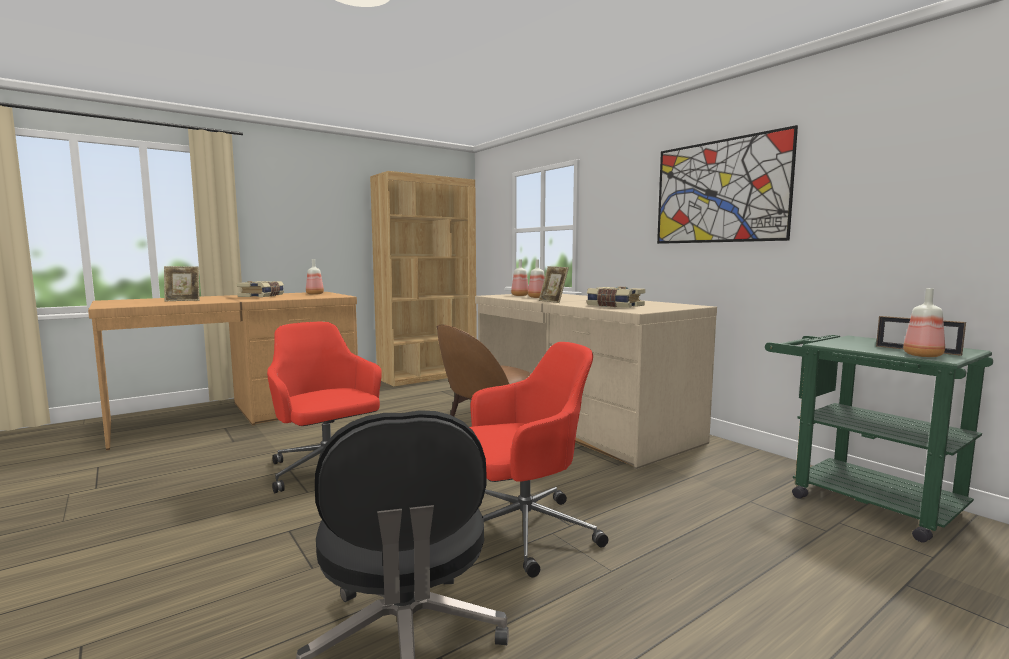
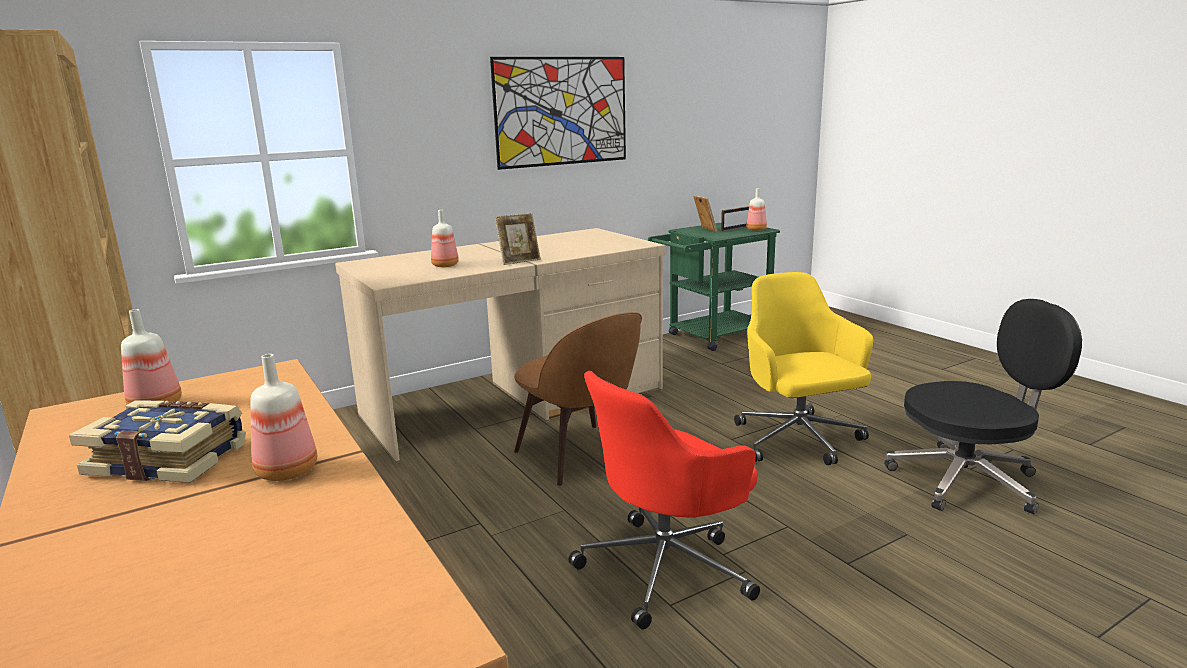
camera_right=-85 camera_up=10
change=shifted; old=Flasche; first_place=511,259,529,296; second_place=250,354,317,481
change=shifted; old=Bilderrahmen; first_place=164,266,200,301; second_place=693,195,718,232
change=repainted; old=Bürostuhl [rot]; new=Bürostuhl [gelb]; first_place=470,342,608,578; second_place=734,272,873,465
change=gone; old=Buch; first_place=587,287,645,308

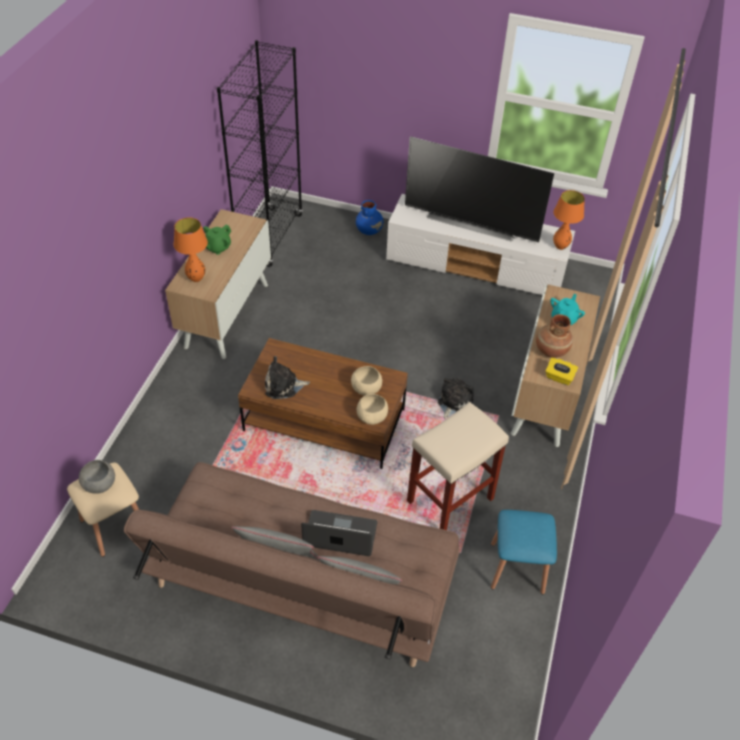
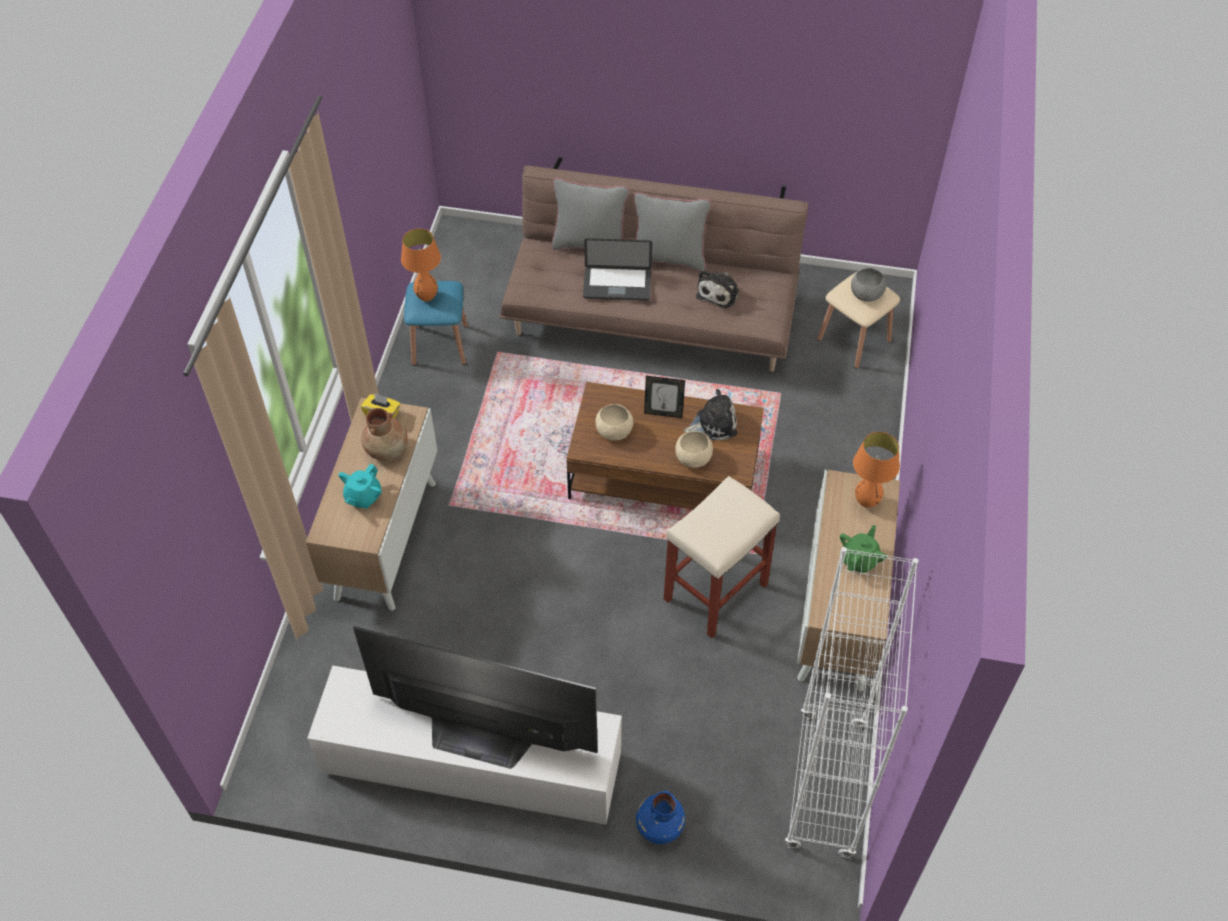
camera_right=175 camera_up=5
change=shifted; old=Tischlampe [orange]; first_place=553,190,585,250; second_place=401,228,441,302
change=new; new=Bilderrahmen; second_place=644,376,685,418
change=shifted; old=Hocker [beige]; first_place=407,402,509,530; second_place=664,476,780,638
change=shifted; old=Schüssel [beige]; first_place=357,394,388,425; second_place=675,431,713,468
change=shifted; old=Plüschtier; first_place=438,378,474,419; second_place=696,270,739,309
change=repainted; old=Bücherregal [schwarz]; new=Bücherregal [weiß]; first_place=217,40,303,267; second_place=785,547,918,859

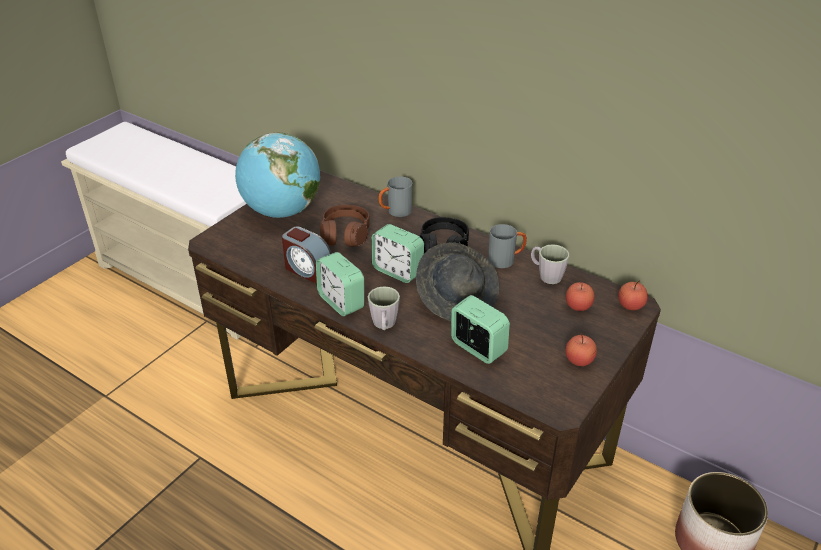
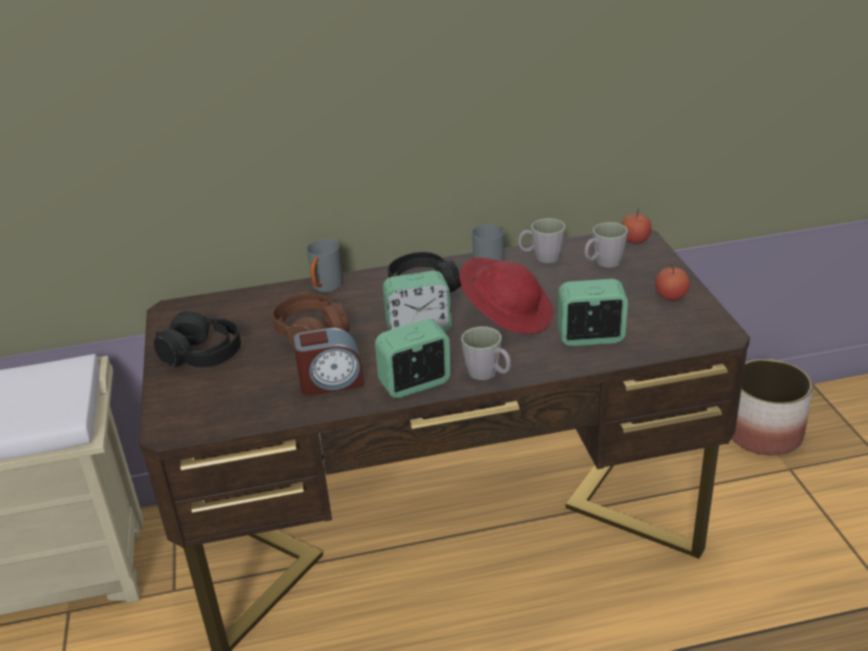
camera_right=-45 camera_up=-5
change=swapped; old=Globus; new=Kopfhörer [schwarz]; first_place=235,133,320,218; second_place=154,311,241,367
change=rotated; old=Wecker; first_place=316,252,364,316; second_place=375,319,451,398; degrees=150
change=repainted; old=Hut [grau]; new=Hut [rot]; first_place=416,242,499,321; second_place=459,258,553,334
change=swapped; old=Apfel; new=Henkelbecher [grau]; first_place=566,282,595,311; second_place=584,222,628,267

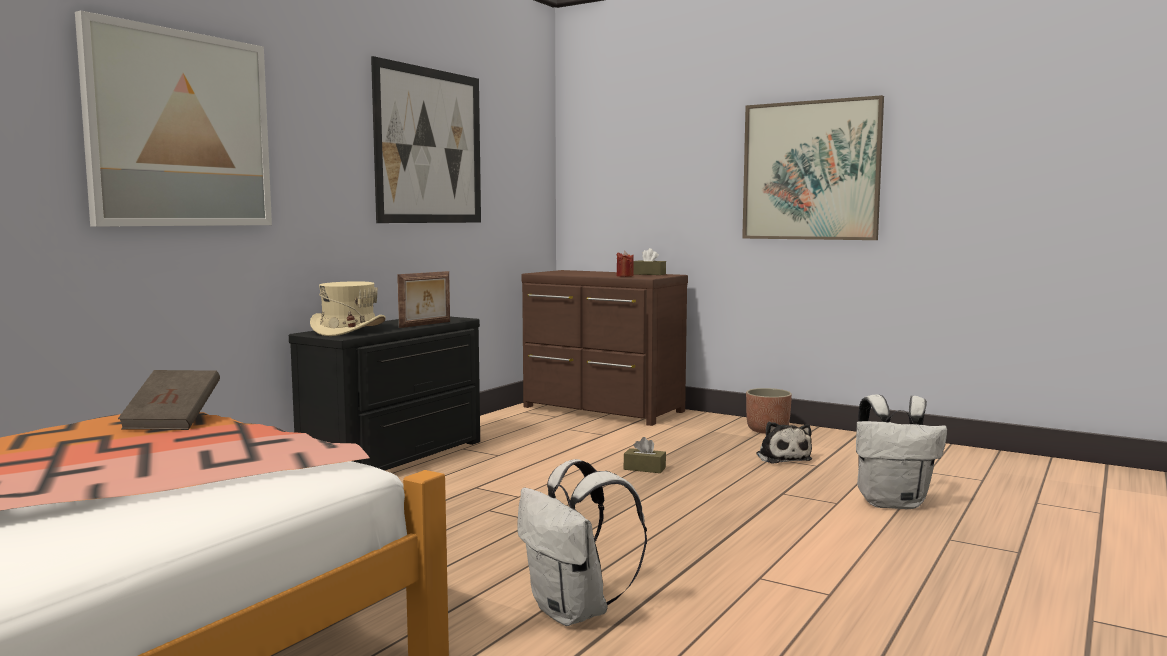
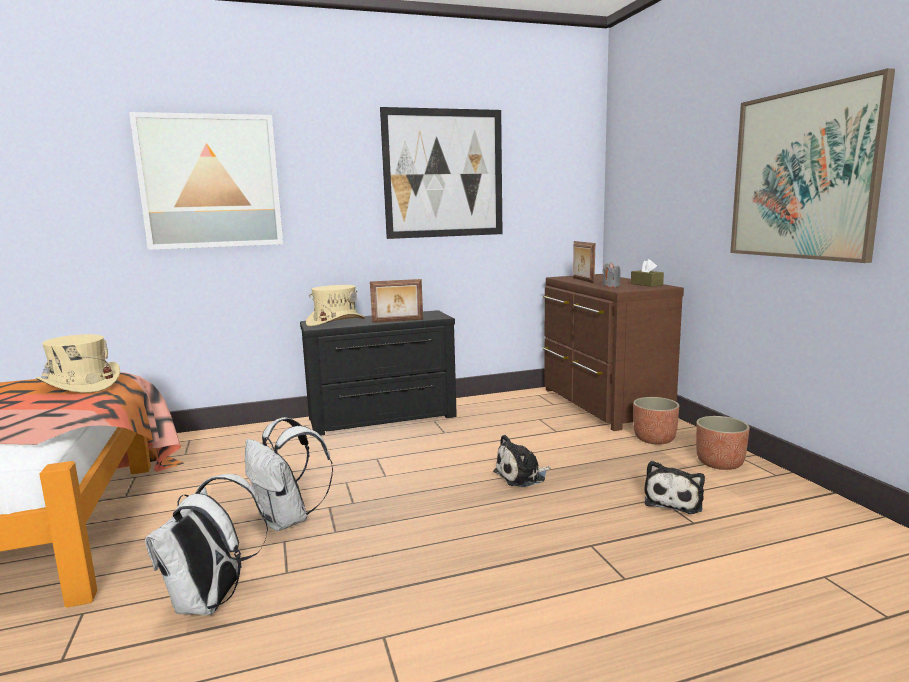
camera_right=40 camera_up=5
change=swapped; old=Buch [braun]; new=Hut [beige]; first_place=118,370,220,430; second_place=36,334,120,393
change=shifted; old=Rucksack [weiß]; first_place=856,394,947,509; second_place=245,417,333,531
change=swapped; old=Taschentuchbox [braun]; new=Plüschtier; first_place=624,437,666,473; second_place=493,435,551,487
change=new; new=Bilderrahmen; second_place=573,241,595,283
change=repainted; old=Kerze [rot]; new=Kerze [grau]; first_place=617,251,634,277; second_place=603,262,620,287
change=new; new=Pflanzkübel; second_place=633,397,679,444

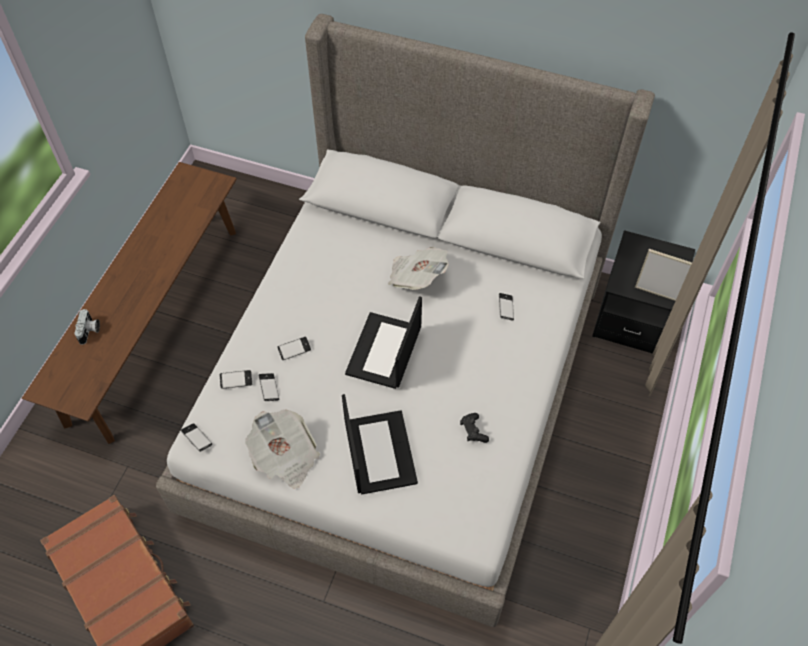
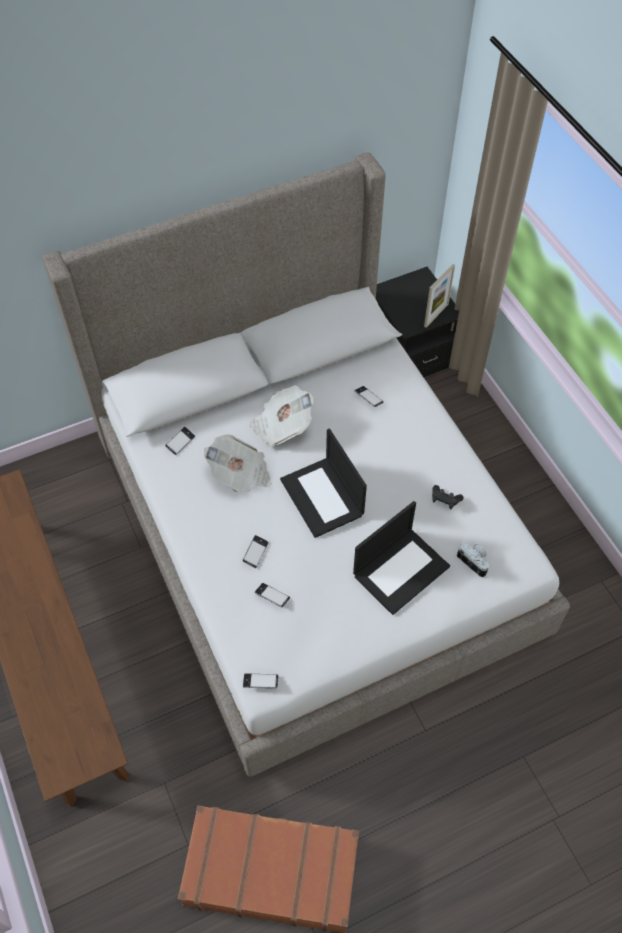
camera_right=-45 camera_up=0
change=shifted; old=Handy; first_place=220,370,252,389; second_place=165,427,195,455
change=shifted; old=Zeitung; first_place=245,410,320,489; second_place=204,435,272,492
change=rotated; old=Laptop; first_place=342,394,418,494; second_place=353,501,450,615; degrees=105
change=rotated; old=Bilderrahmen; first_place=635,249,692,301; second_place=424,264,455,328; degrees=150
change=shifted; old=Kamera; first_place=74,309,100,345; second_place=457,543,489,577

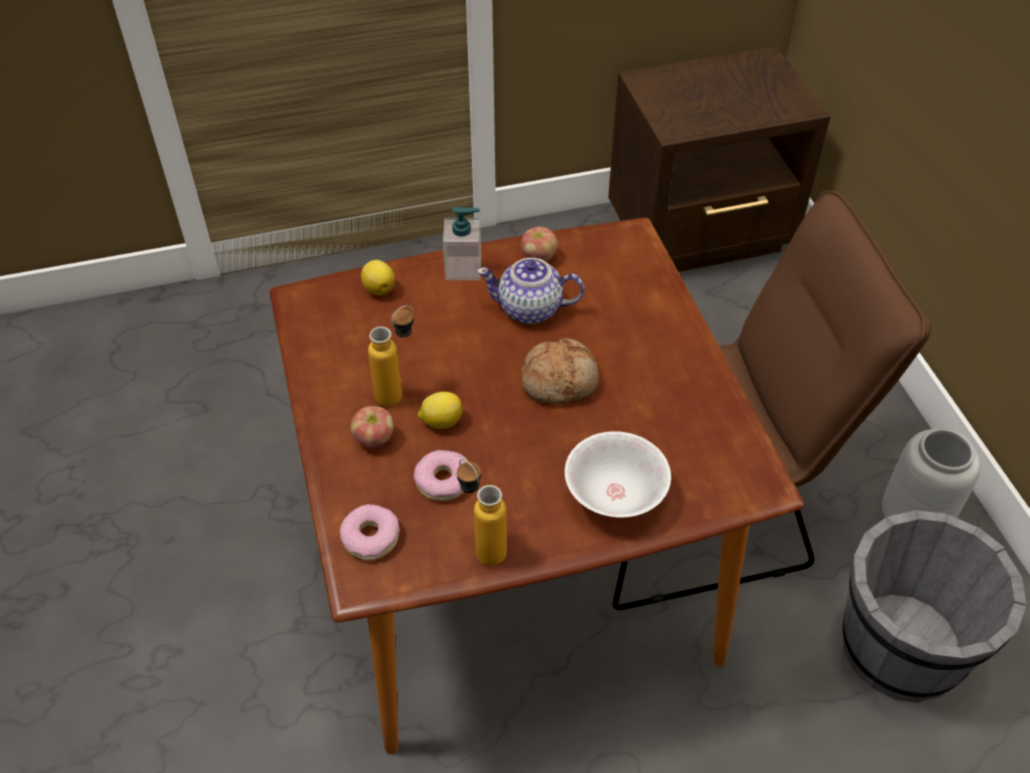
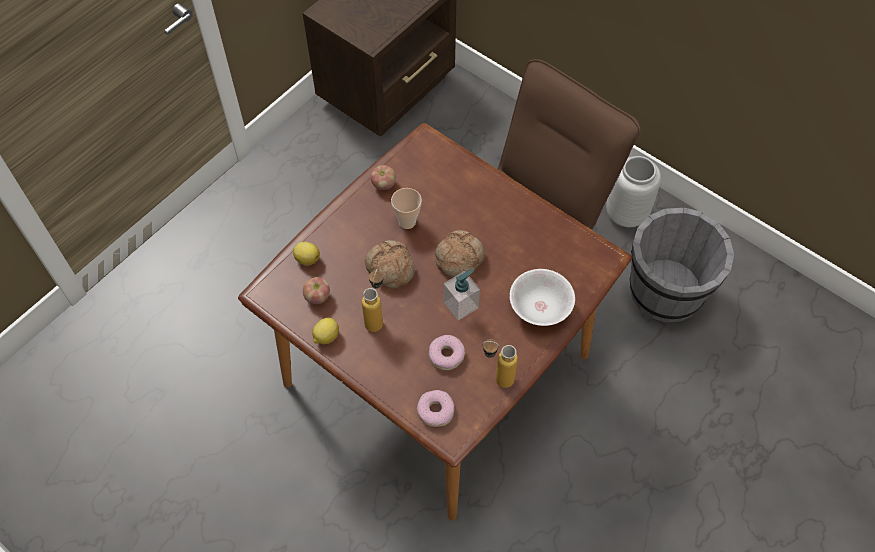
camera_right=-35 camera_up=10
change=shifted; old=Apfel; first_place=350,406,394,448; second_place=303,277,330,304
change=shifted; old=Zitrone; first_place=418,392,463,429; second_place=312,318,339,344
change=new; new=Brot; second_place=365,240,415,288
change=swapped; old=Teekanne; new=Tasse; first_place=477,258,585,324; second_place=391,188,422,229
change=shifted; old=Seifenspender; first_place=443,207,481,280; second_place=444,269,480,321

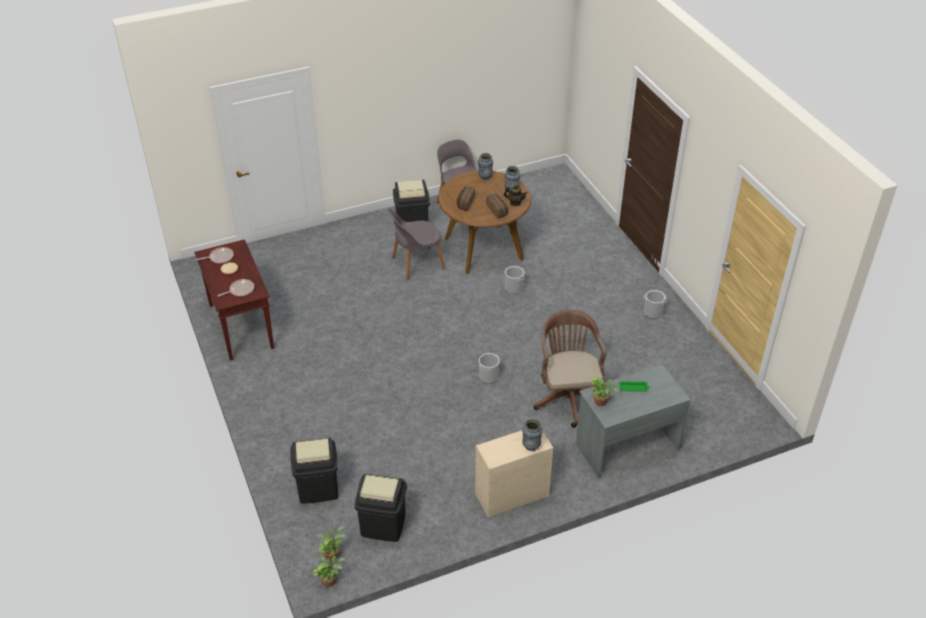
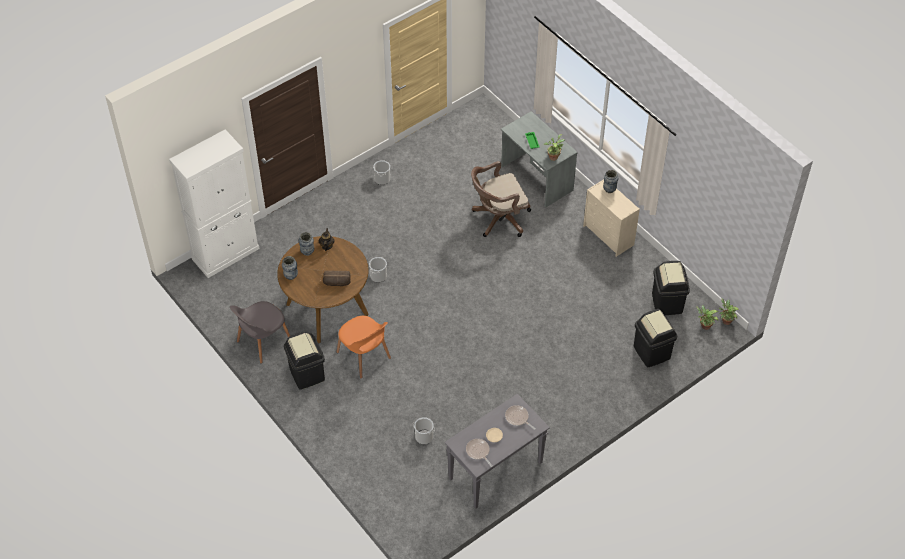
camera_right=-105 camera_up=10
change=new; new=Schrank [weiß]; second_place=169,129,260,278
change=repainted; old=Stuhl [grau]; new=Stuhl [orange]; first_place=388,209,445,280; second_place=337,316,391,378
change=shifted; old=Eimer; first_place=479,353,500,383; second_place=413,417,435,444
change=repainted; old=Konsolentisch [braun]; new=Konsolentisch [grau]; first_place=194,239,274,361; second_place=445,394,550,509
change=gone; old=Brot; first_place=486,194,508,219

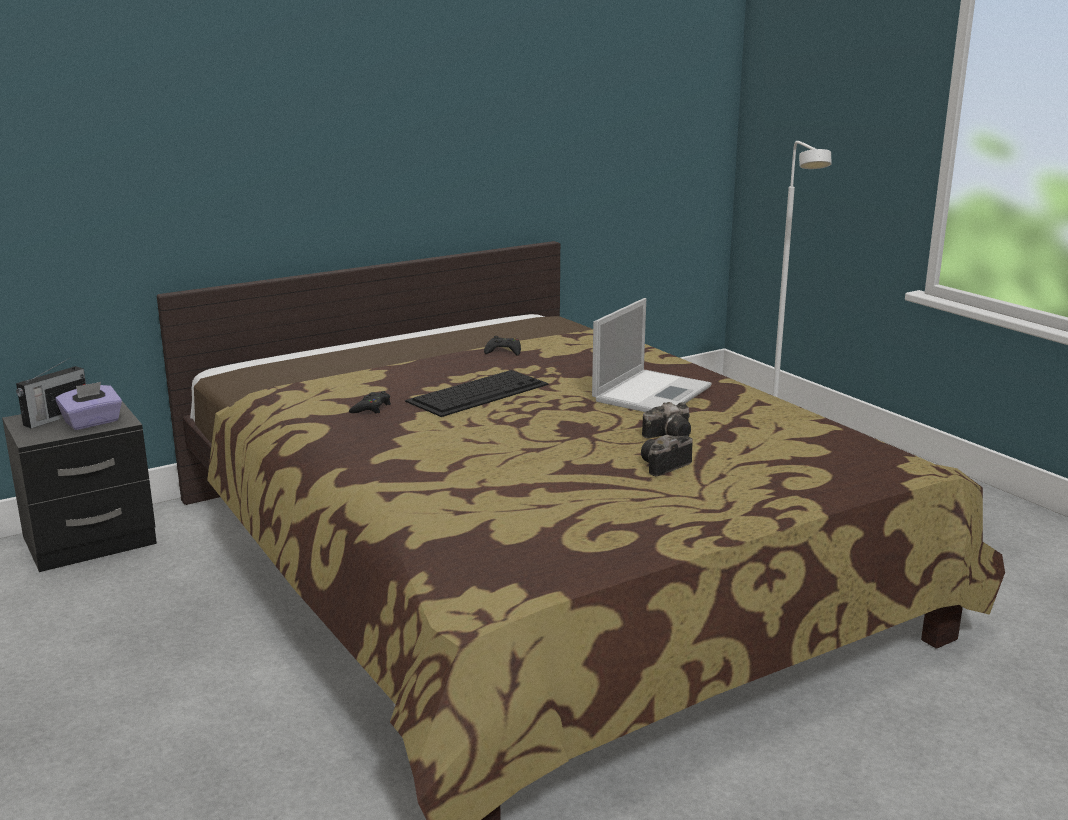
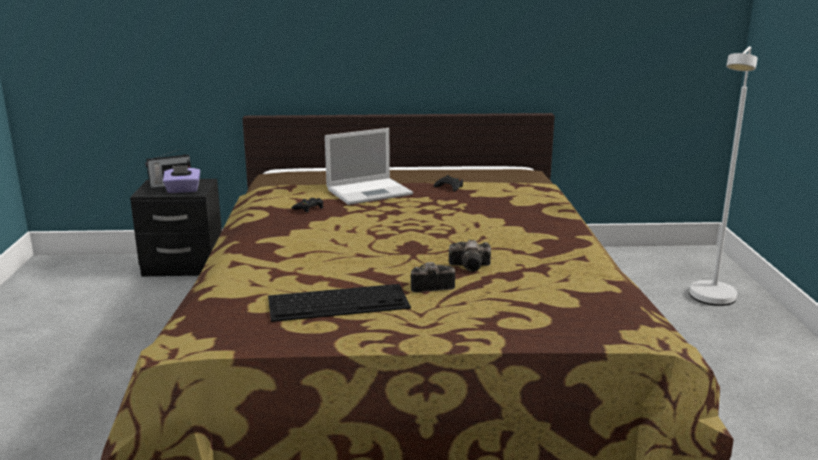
camera_right=30 camera_up=0
change=shifted; old=Tastatur; first_place=405,370,549,417; second_place=268,284,411,322
change=shifted; old=Laptop; first_place=592,298,712,412; second_place=325,128,413,205

